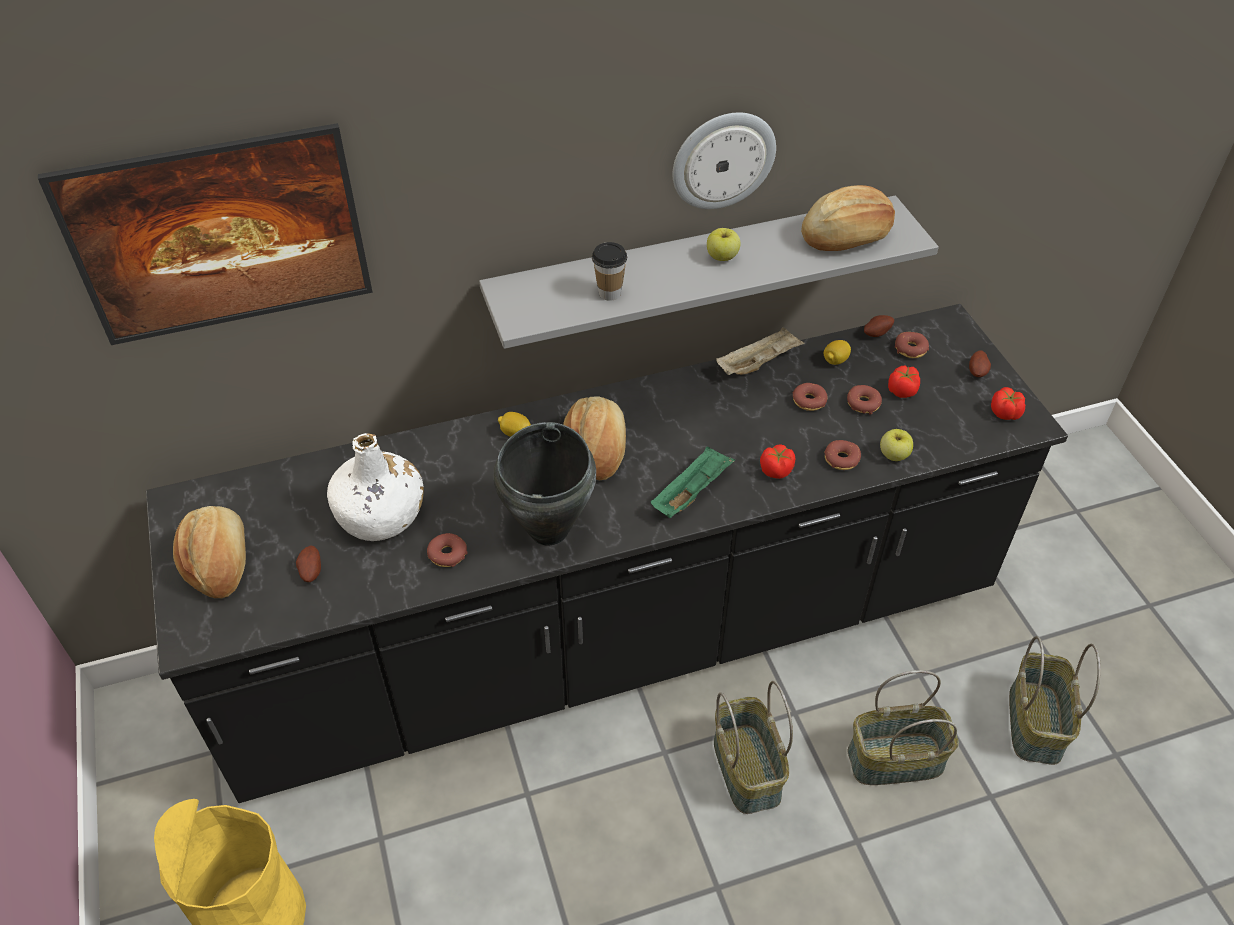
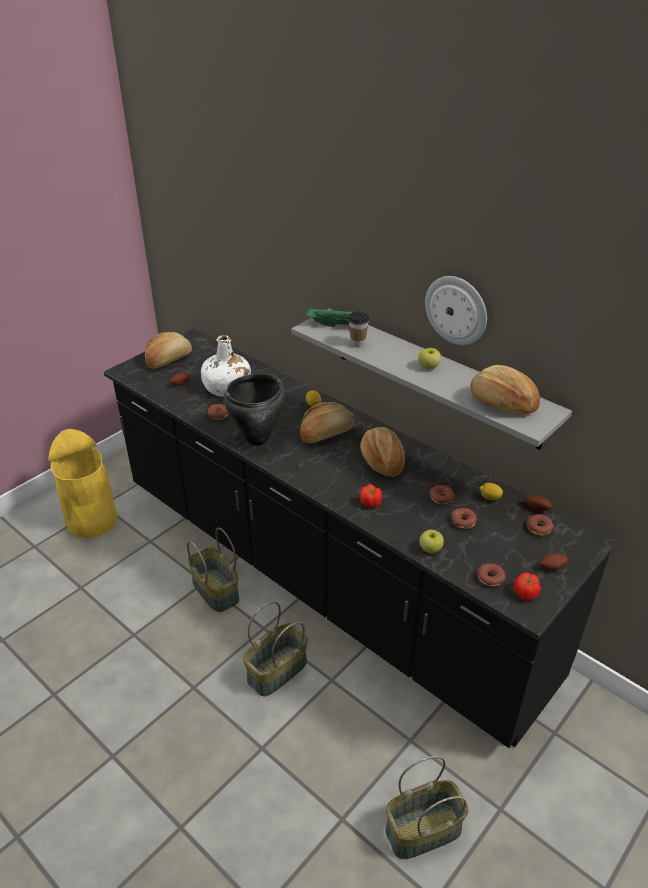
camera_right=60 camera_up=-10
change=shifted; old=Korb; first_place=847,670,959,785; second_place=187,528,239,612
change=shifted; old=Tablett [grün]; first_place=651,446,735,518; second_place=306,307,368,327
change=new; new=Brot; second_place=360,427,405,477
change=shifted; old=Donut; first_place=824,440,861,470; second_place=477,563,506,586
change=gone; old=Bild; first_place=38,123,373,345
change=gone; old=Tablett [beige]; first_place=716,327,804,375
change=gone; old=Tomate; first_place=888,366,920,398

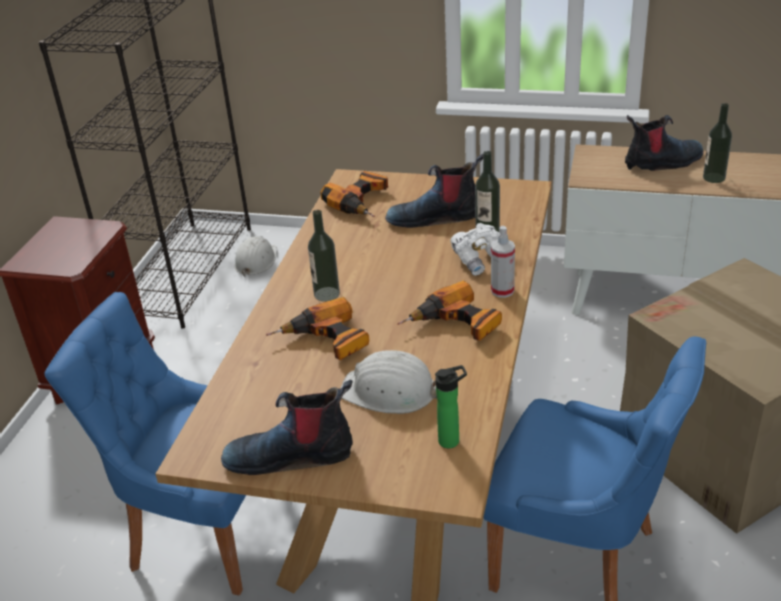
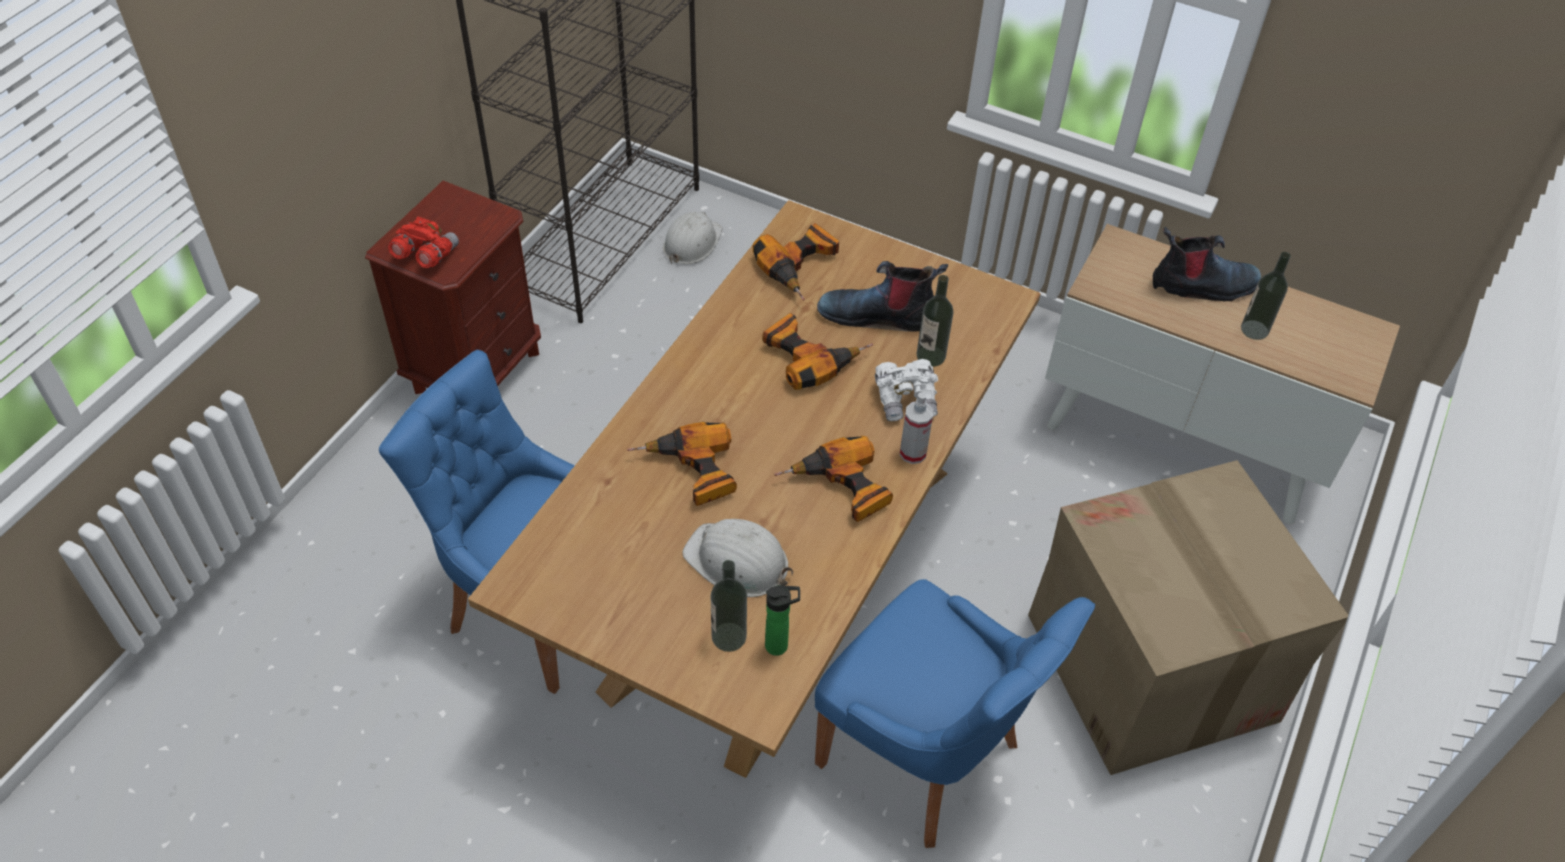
camera_right=10 camera_up=15
change=new; new=Fernglas [rot]; second_place=388,217,459,268
change=shifted; old=Flasche; first_place=308,210,340,302; second_place=711,560,747,652
change=new; new=Bohrmaschine; second_place=762,313,873,390
change=gone; old=Stiefel; first_place=221,380,353,475

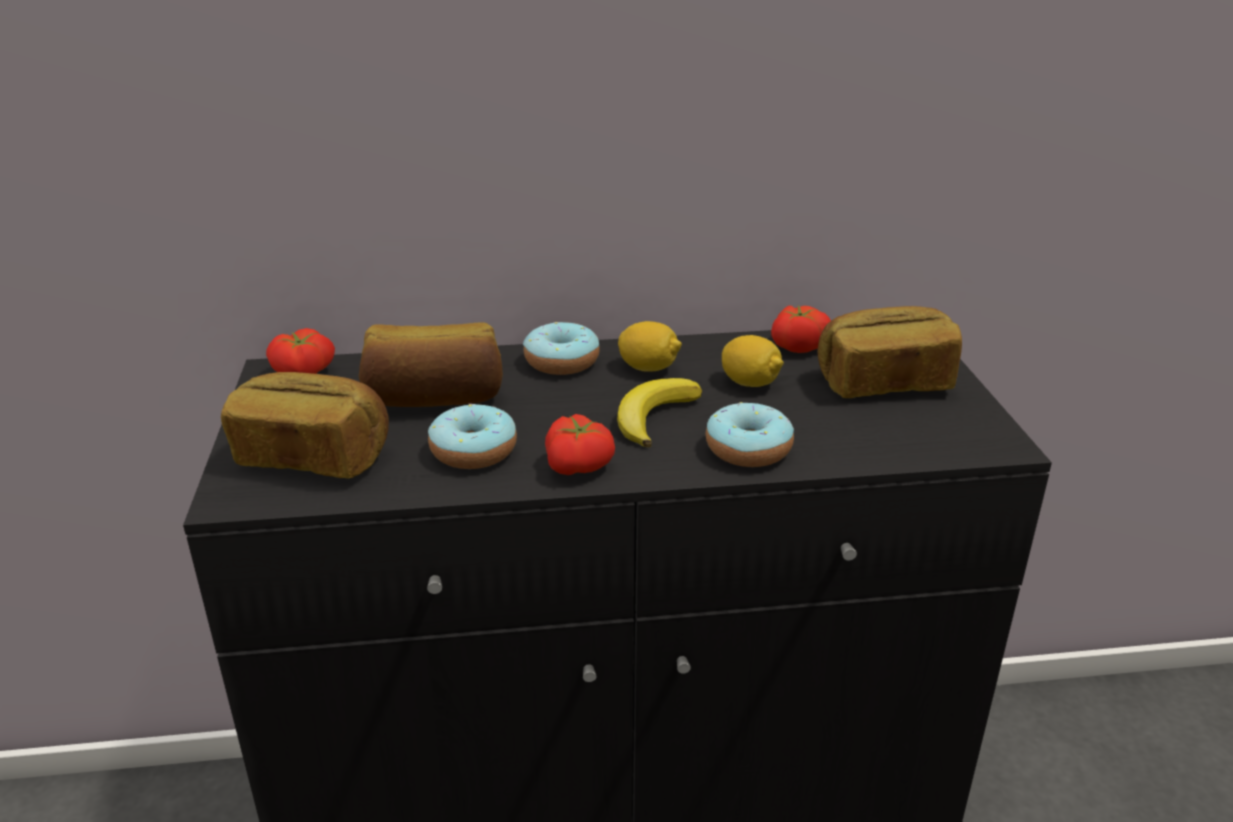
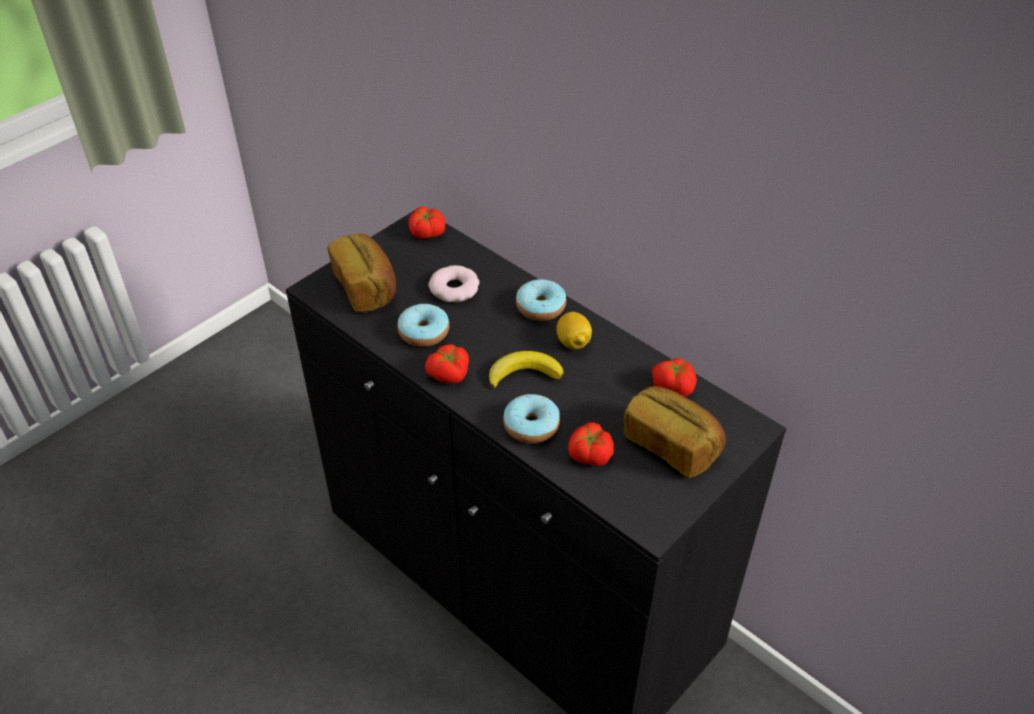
camera_right=50 camera_up=15
change=swapped; old=Brot; new=Donut; first_place=359,322,503,407; second_place=428,265,479,302
change=new; new=Tomate; second_place=568,422,614,466
change=gone; old=Zitrone; first_place=722,335,784,387

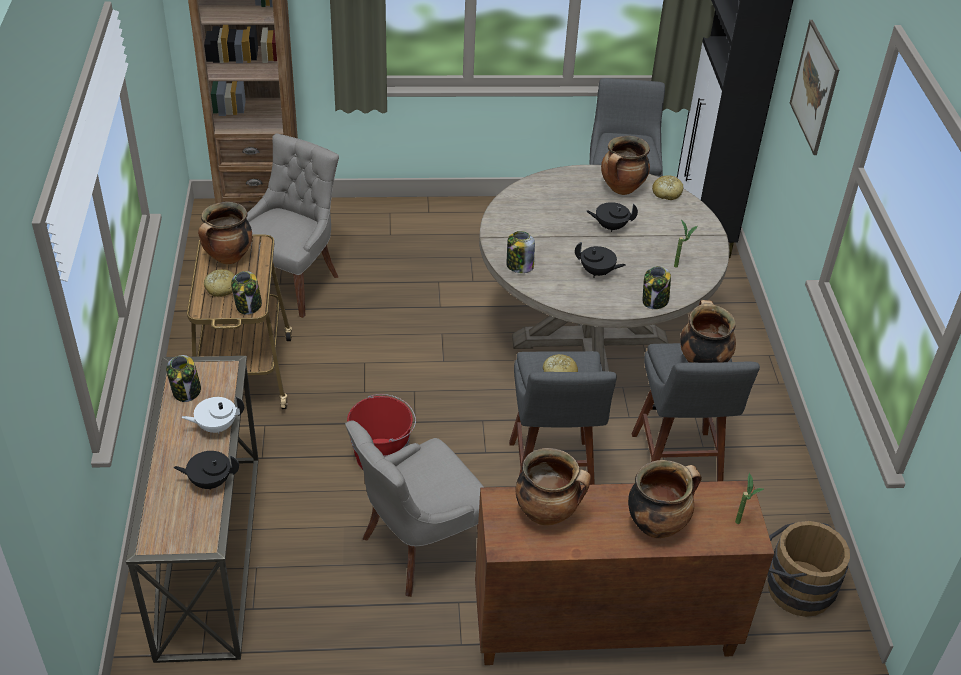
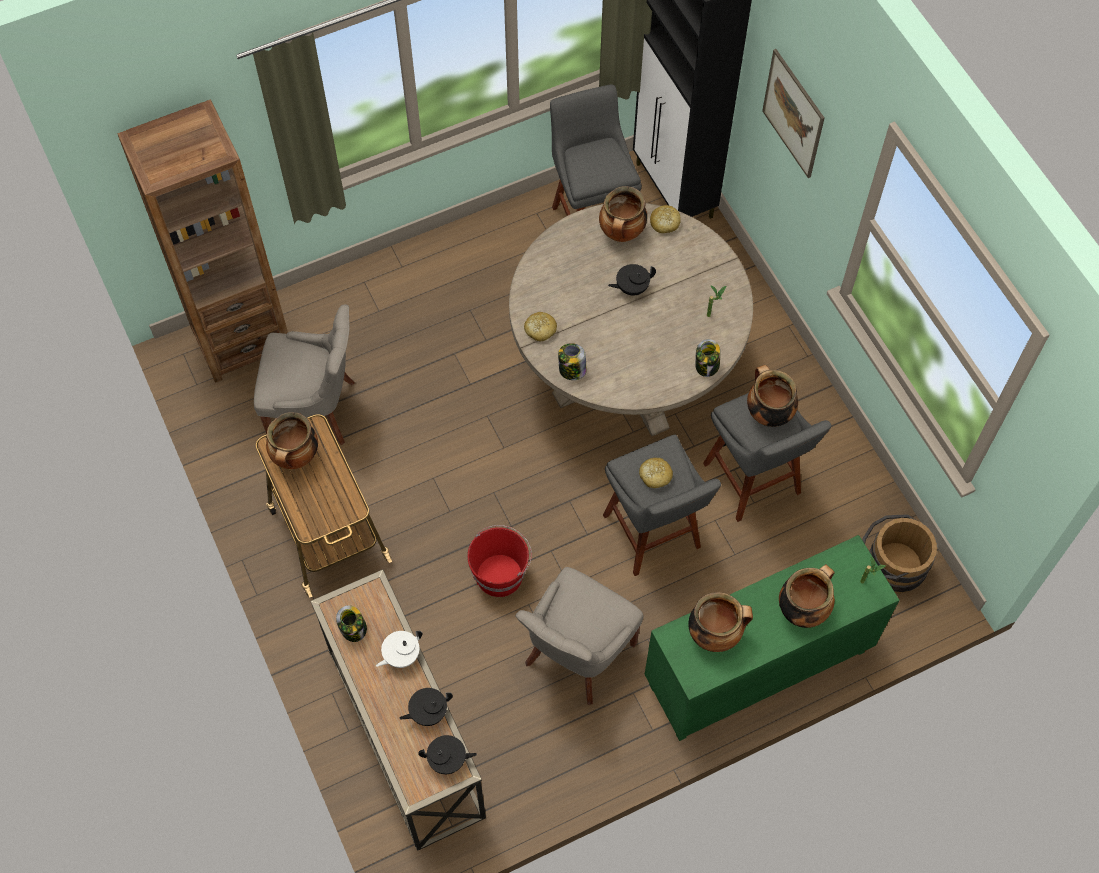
camera_right=-20 camera_up=20
change=rotated; old=Stuhl [grau]; first_place=236,133,339,318; second_place=254,305,355,445; degrees=90
change=shifted; old=Teekanne [schwarz]; first_place=575,242,626,278; second_place=418,735,477,774
change=shifted; old=Brot; first_place=204,269,235,297; second_place=524,312,557,342
change=repainted; old=Schrank [braun]; new=Schrank [grün]; first_place=475,481,774,665; second_place=645,535,899,741
change=gone; old=Vorratsglas; first_place=231,271,262,315

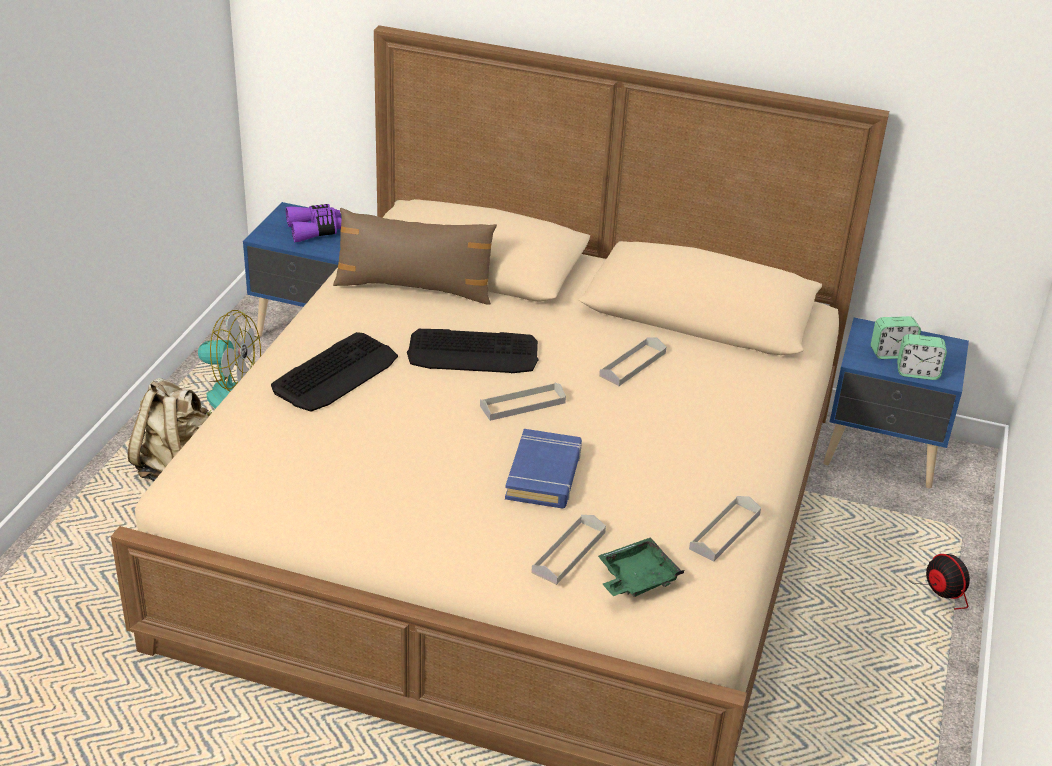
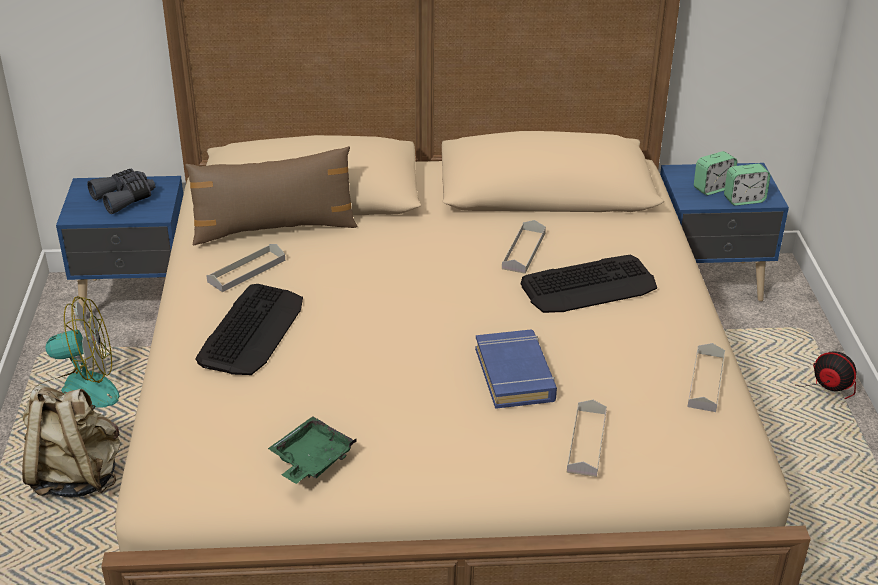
camera_right=-20 camera_up=0
change=repainted; old=Fernglas [lila]; new=Fernglas [grau]; first_place=286,204,341,242; second_place=87,169,156,214
change=shifted; old=Tablett [grau]; first_place=480,383,566,421; second_place=206,244,285,292
change=shifted; old=Tablett [grün]; first_place=598,537,684,597; second_place=268,416,357,484
change=shifted; old=Tastatur; first_place=407,329,538,373; second_place=521,255,657,313

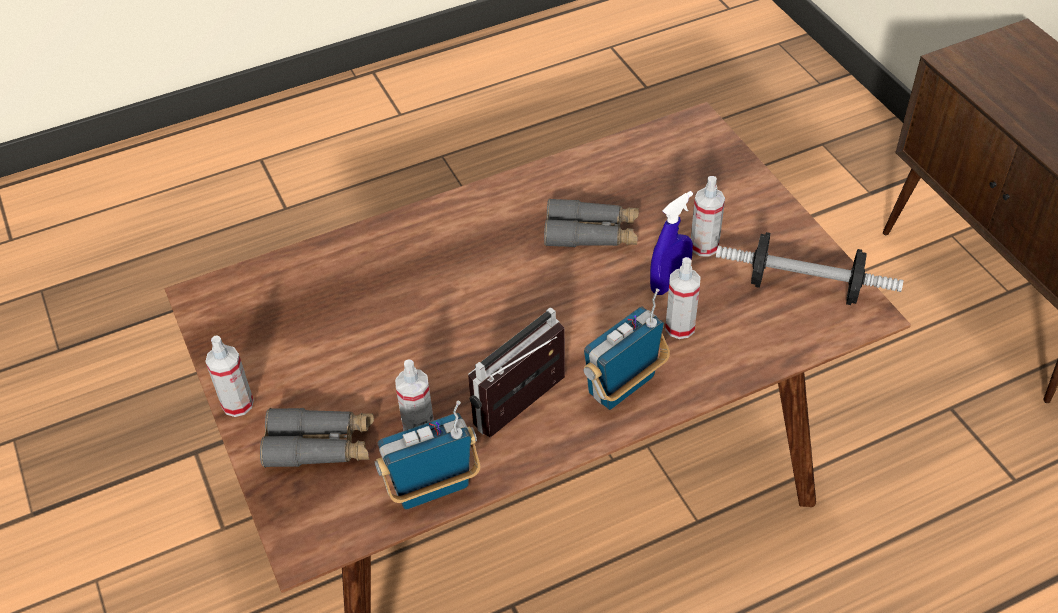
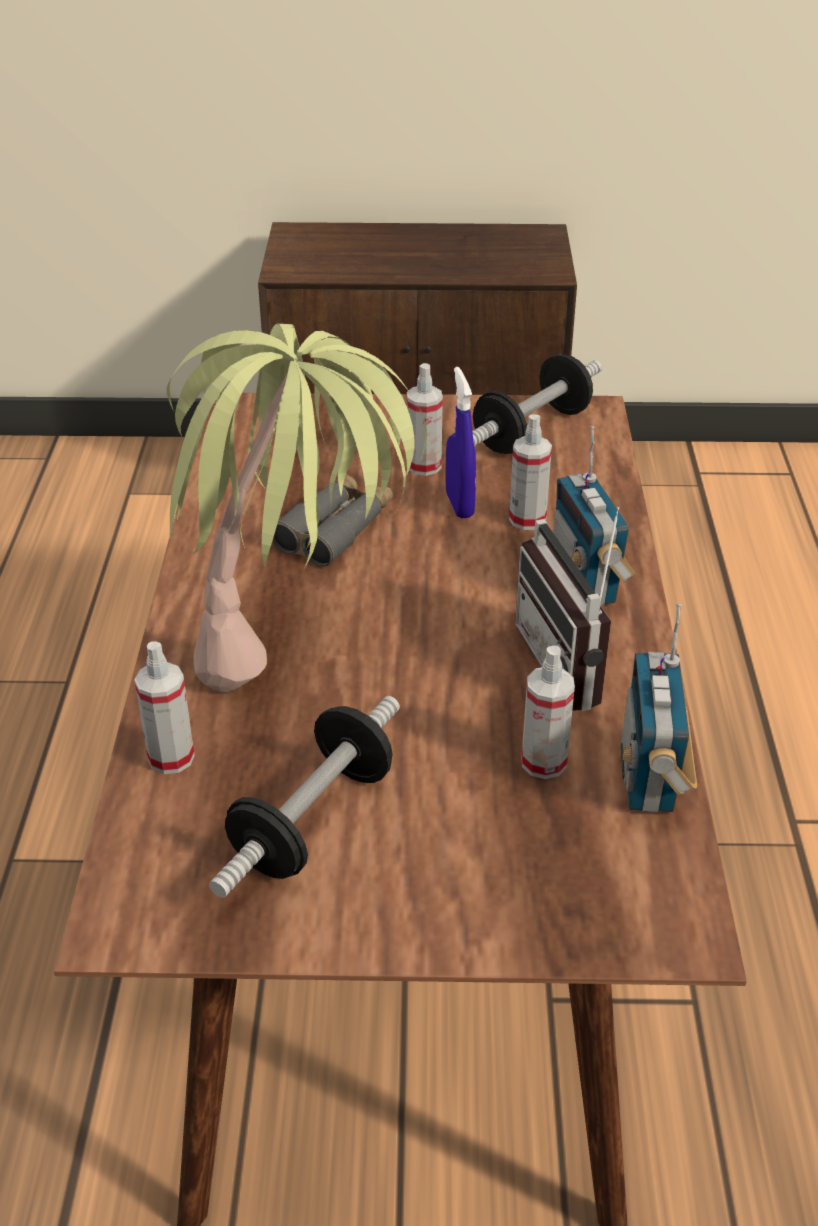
camera_right=-65 camera_up=-10
change=shifted; old=Sprühflasche; first_place=205,335,254,417; second_place=134,641,195,774
change=new; new=Topfpflanze; second_place=167,324,427,692
change=new; new=Hantel; second_place=209,696,400,898
change=gone; old=Fernglas [grau]; first_place=260,408,374,468

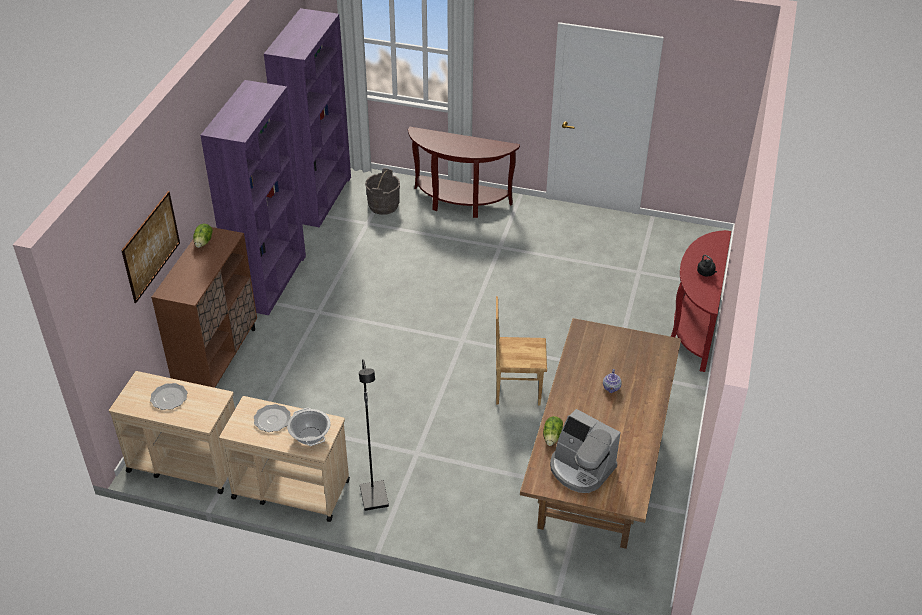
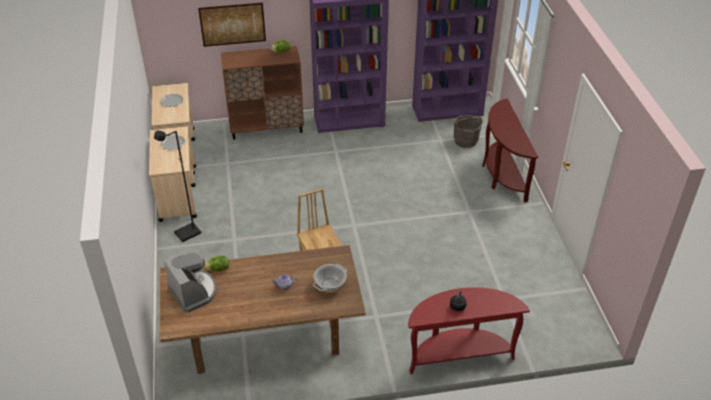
camera_right=65 camera_up=0
change=rotated; old=Kaffeemaschine; first_place=550,409,620,493; second_place=163,253,217,313; degrees=135
change=shifted; old=Kochtopf; first_place=287,408,331,446; second_place=313,264,347,292

